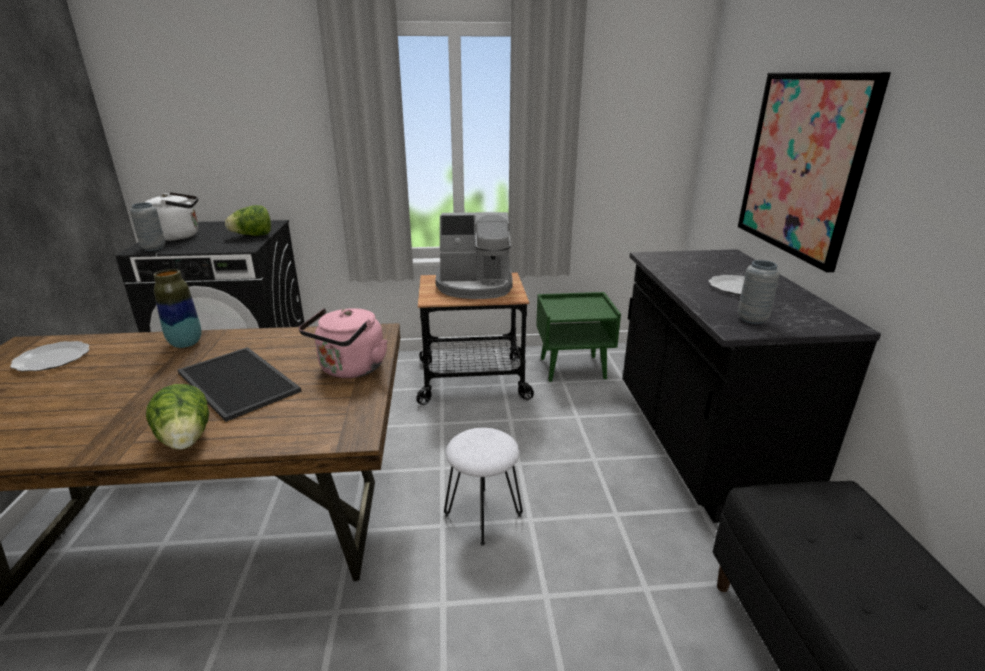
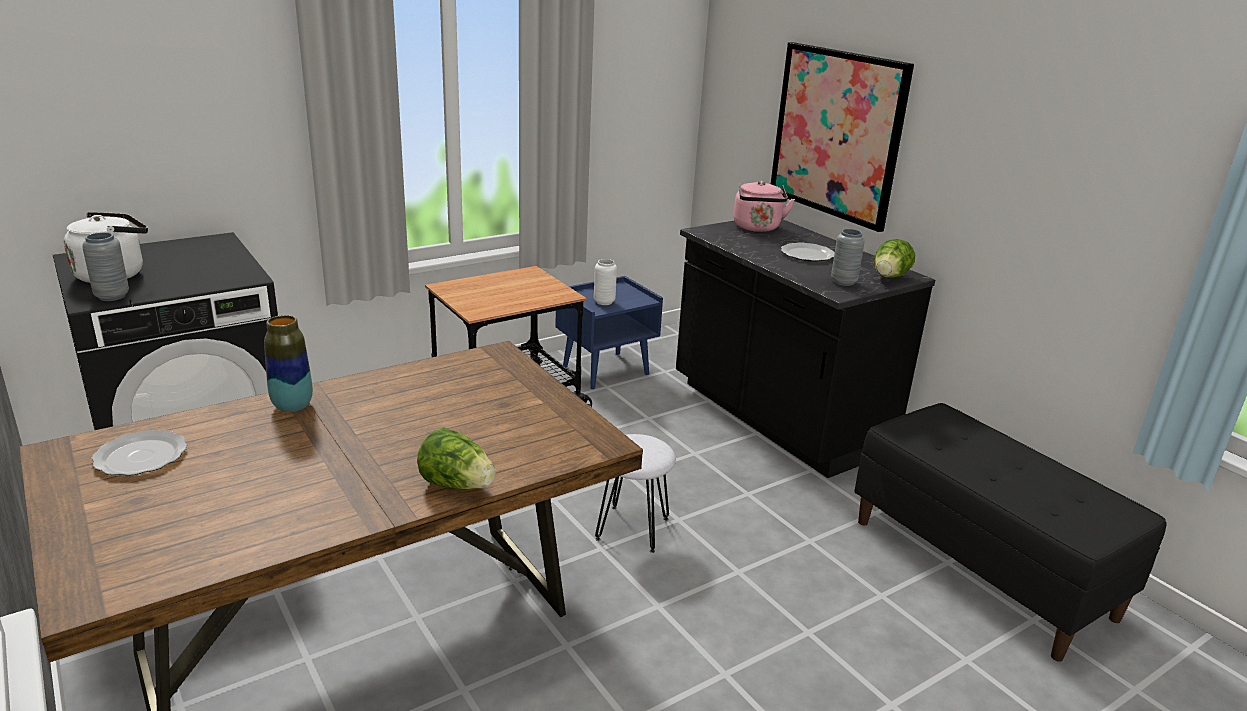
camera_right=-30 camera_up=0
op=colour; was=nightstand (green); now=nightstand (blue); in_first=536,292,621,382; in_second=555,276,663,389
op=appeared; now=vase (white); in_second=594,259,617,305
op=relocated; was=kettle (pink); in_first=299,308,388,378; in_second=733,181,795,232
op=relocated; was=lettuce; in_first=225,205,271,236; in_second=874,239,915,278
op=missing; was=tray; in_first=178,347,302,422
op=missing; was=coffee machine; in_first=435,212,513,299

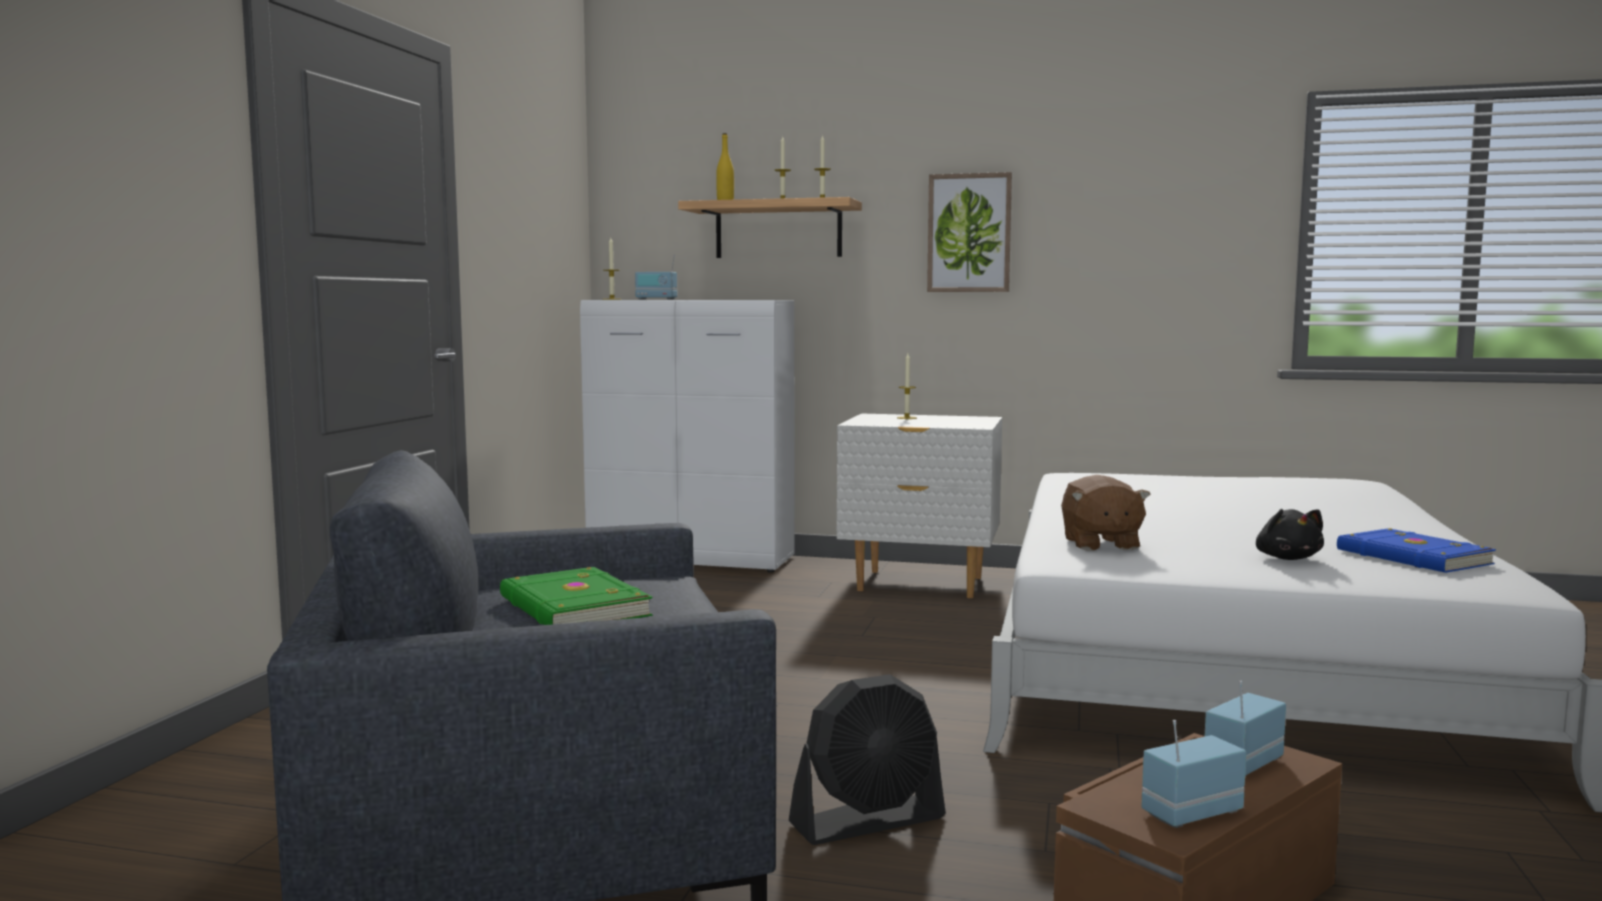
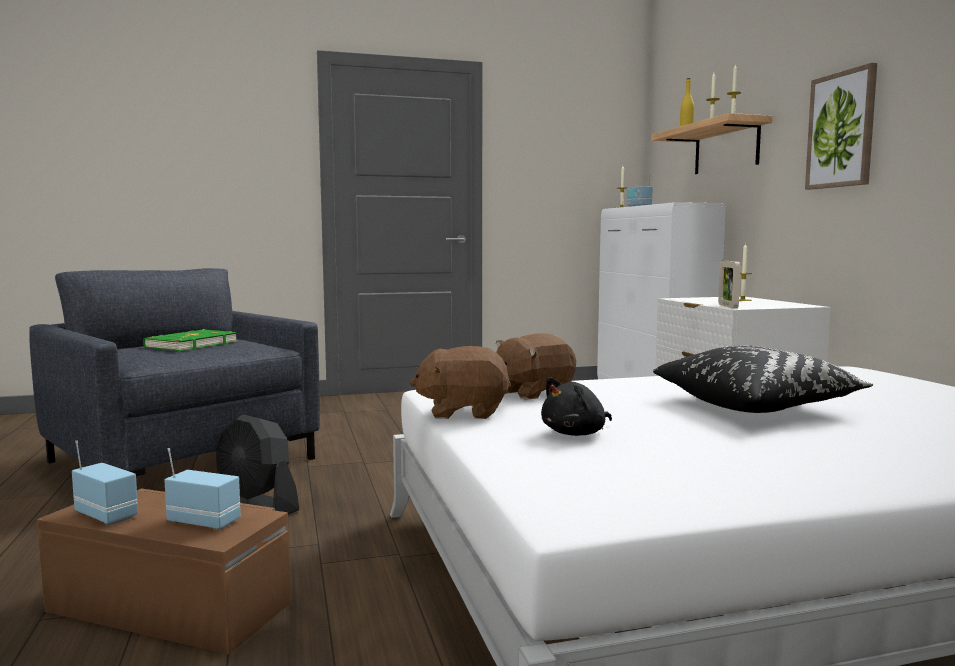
camera_right=60 camera_up=0
op=appeared; now=plush toy (brown); in_second=410,346,511,419
op=appeared; now=pillow (black); in_second=653,346,873,413
op=appeared; now=picture frame; in_second=718,261,741,308
op=missing; was=book (blue); in_first=1337,528,1496,573

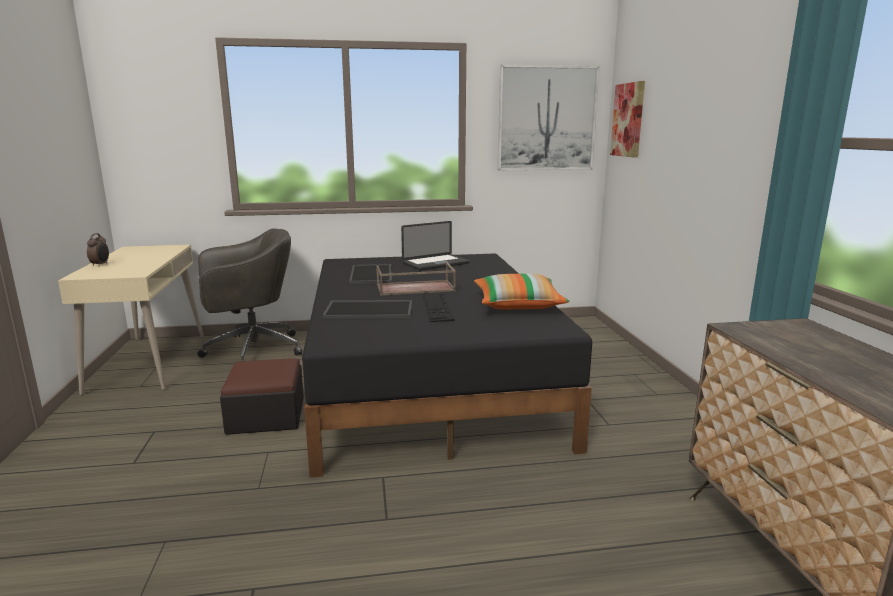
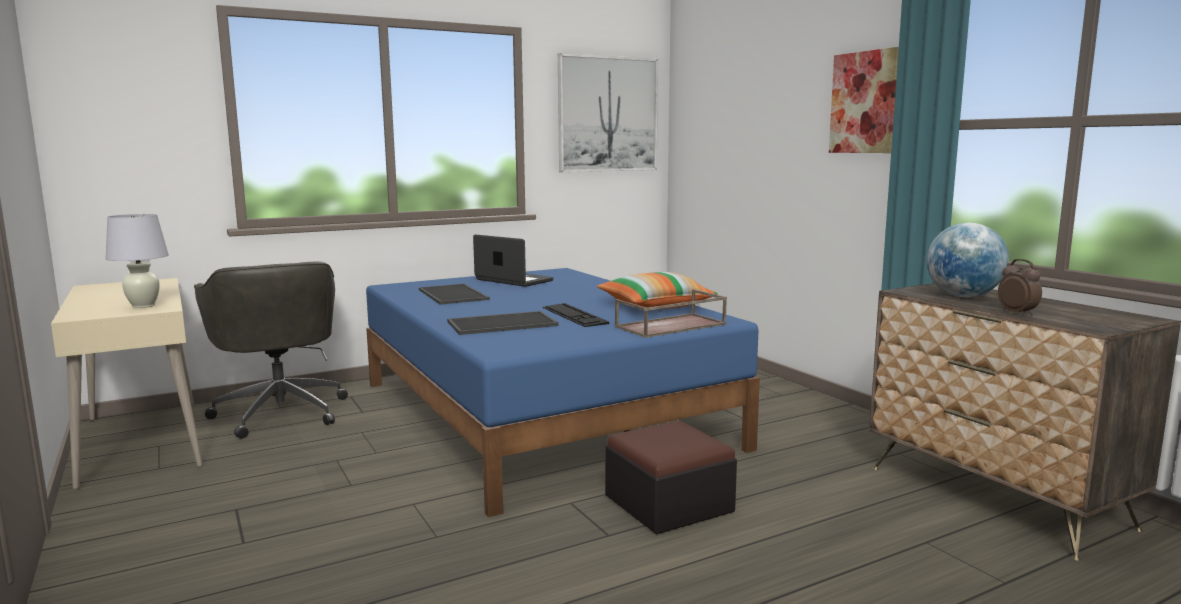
camera_right=-20 camera_up=-5
op=appeared; now=table lamp (white); in_second=105,214,169,308
op=spun; was=office chair (grey); in_first=197,229,302,361; in_second=194,261,348,439; clockwise=105
op=colour; was=bed (black); now=bed (blue); in_first=302,254,592,478; in_second=366,268,760,517
op=spun; was=laptop; in_first=401,221,470,271; in_second=473,234,553,287; clockwise=-90
op=relocated; was=ottoman; in_first=220,358,304,435; in_second=605,421,737,534
op=relocated; was=tray (brown); in_first=376,262,456,296; in_second=615,289,727,338
op=relocated; was=picture; in_first=610,81,645,158; in_second=829,47,899,153
op=appeared; now=globe; in_second=927,223,1009,297
op=relocated; was=alarm clock; in_first=87,233,109,266; in_second=998,259,1042,315

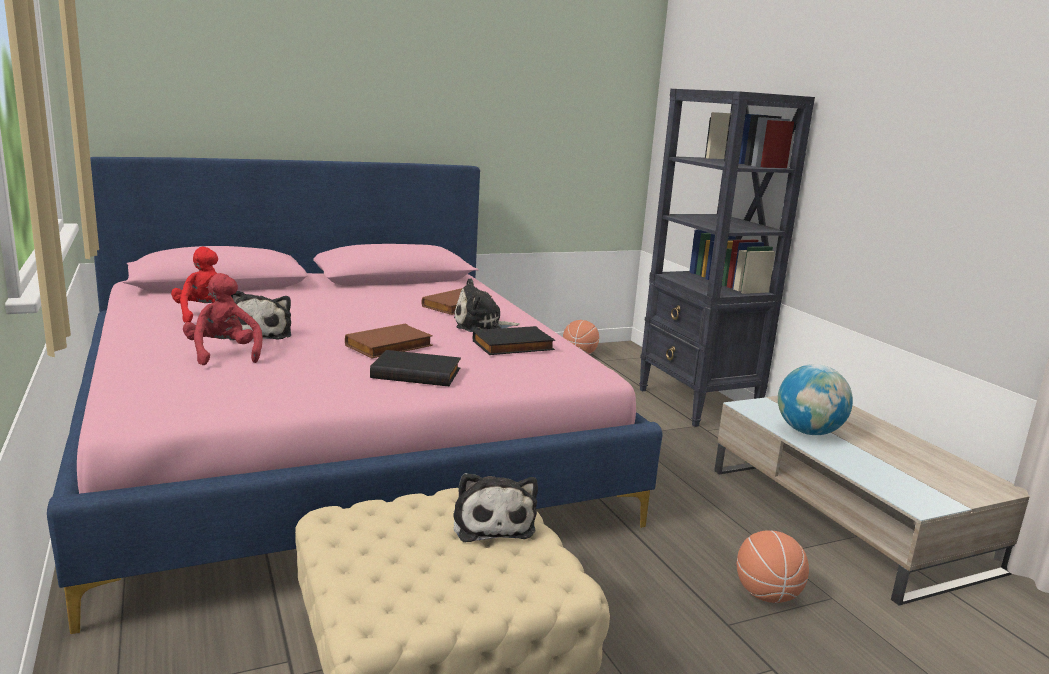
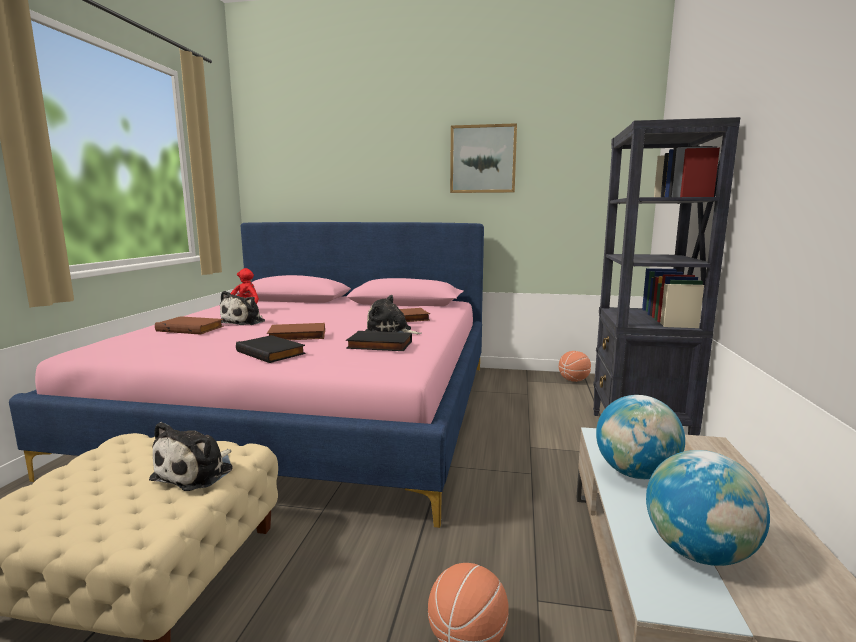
camera_right=35 camera_up=-5
op=exchanged; was=plush toy (red); now=book (brown); in_first=183,273,263,365; in_second=155,316,224,335
op=appeared; now=picture; in_second=450,123,517,193
op=appeared; now=globe; in_second=646,450,770,566

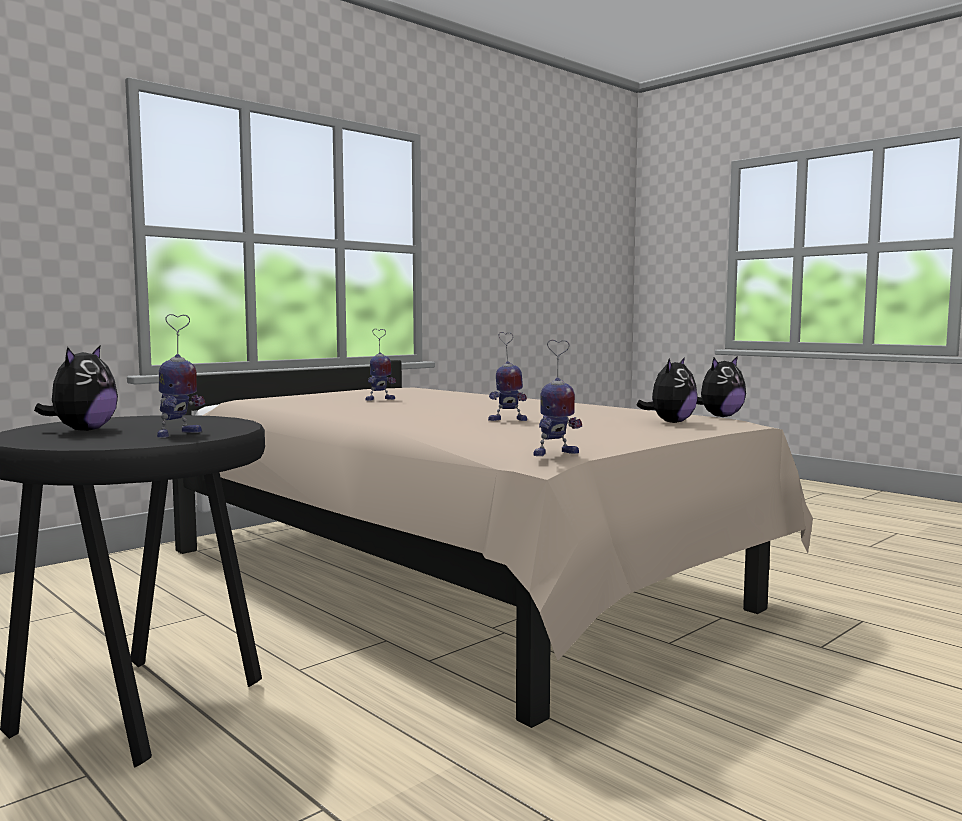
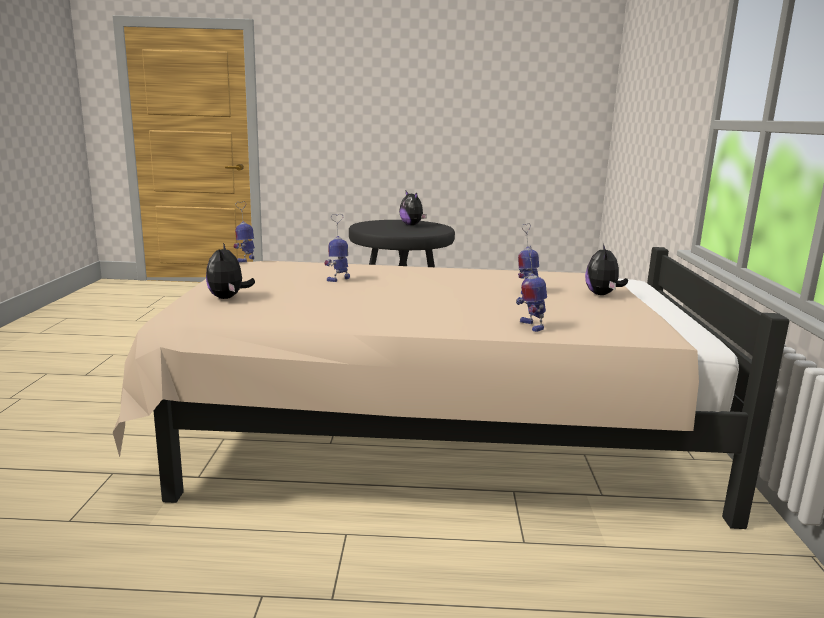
camera_right=135 camera_up=10
op=relocated; was=toy robot; in_first=157,314,205,438; in_second=516,246,547,332
op=relocated; was=plush toy; in_first=696,356,746,417; in_second=585,244,628,295

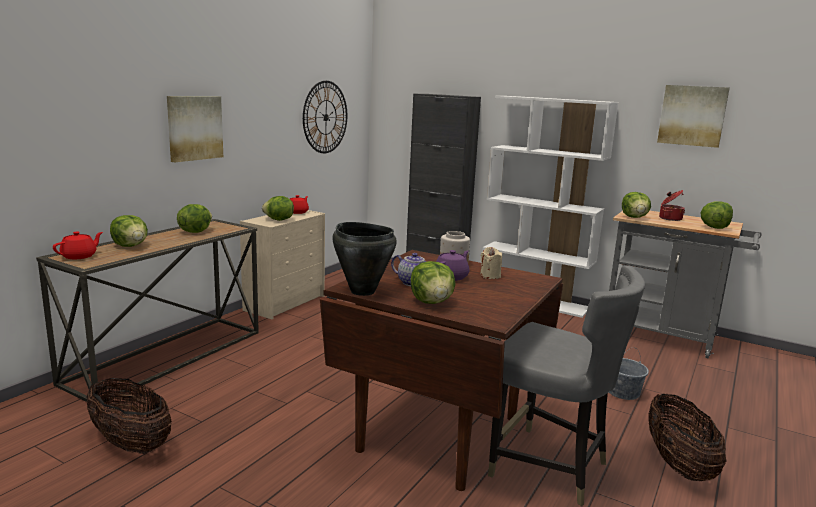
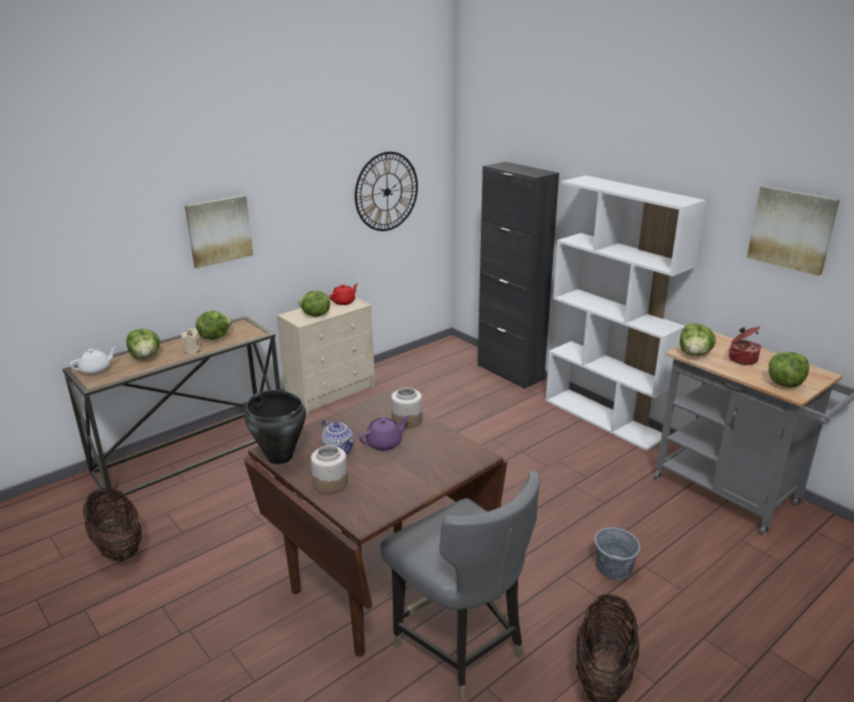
camera_right=20 camera_up=10
op=colour; was=teapot (red); now=teapot (white); in_first=53,232,103,259; in_second=69,347,117,375
op=relocated; was=candle (beige); in_first=480,247,502,279; in_second=181,328,201,354
op=exchanged; was=lettuce; now=jar; in_first=411,261,456,304; in_second=311,445,348,493

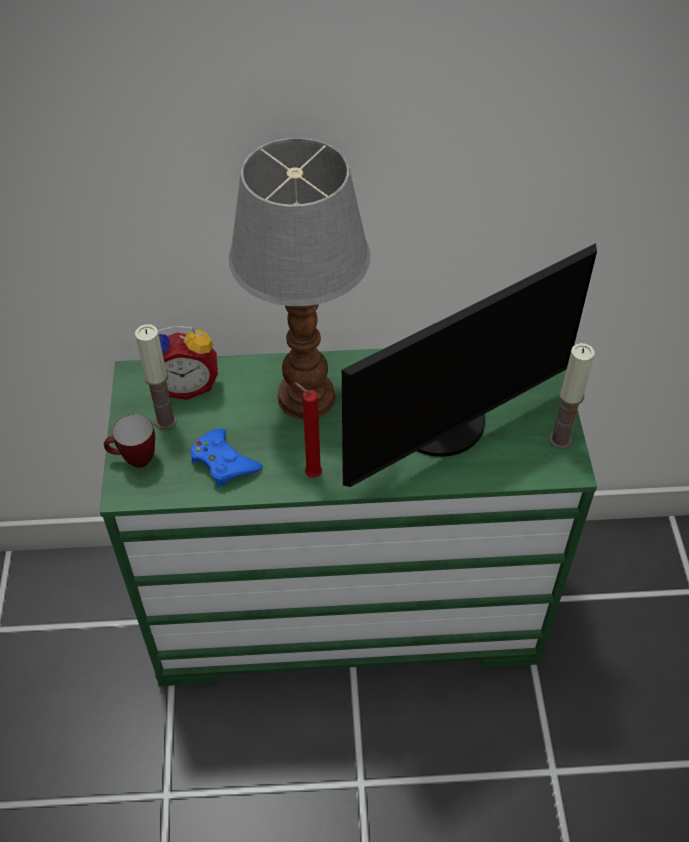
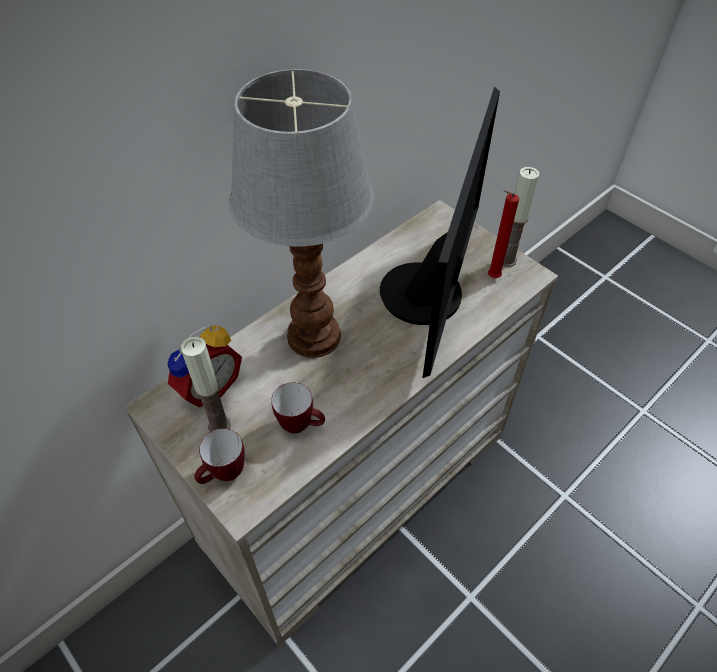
camera_right=-40 camera_up=0
op=colour; was=dresser (green); now=dresser (beige); in_first=100,349,597,686; in_second=124,200,558,647
op=exchanged; was=game controller (blue); now=mug; in_first=190,428,263,488; in_second=271,382,325,434
op=relocated; was=candle (red); in_first=294,382,322,478; in_second=488,190,519,278

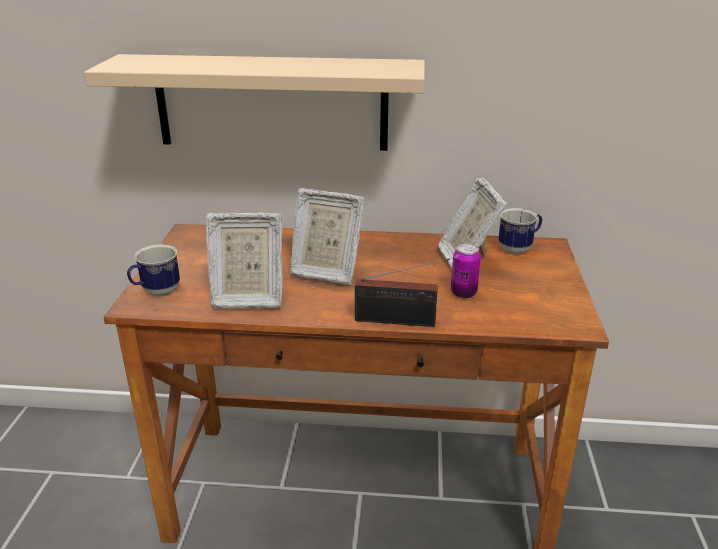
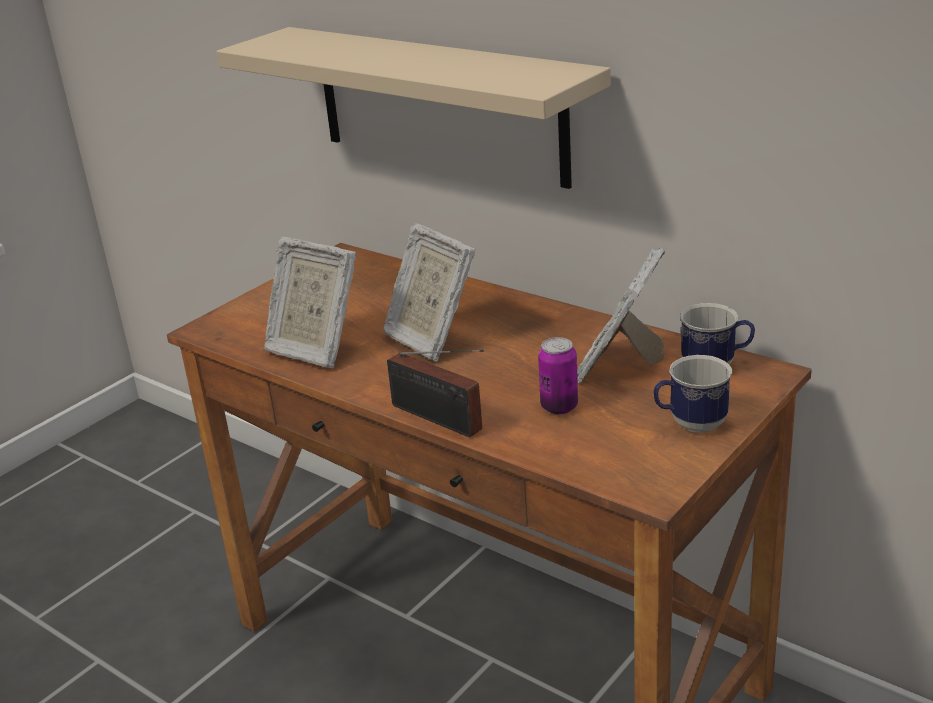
camera_right=35 camera_up=0
op=relocated; was=mug; in_first=127,244,180,296; in_second=654,355,732,433

